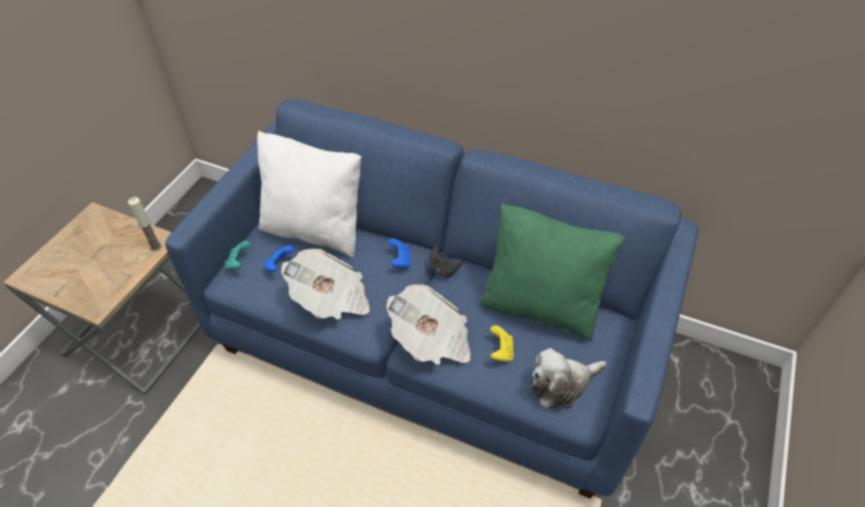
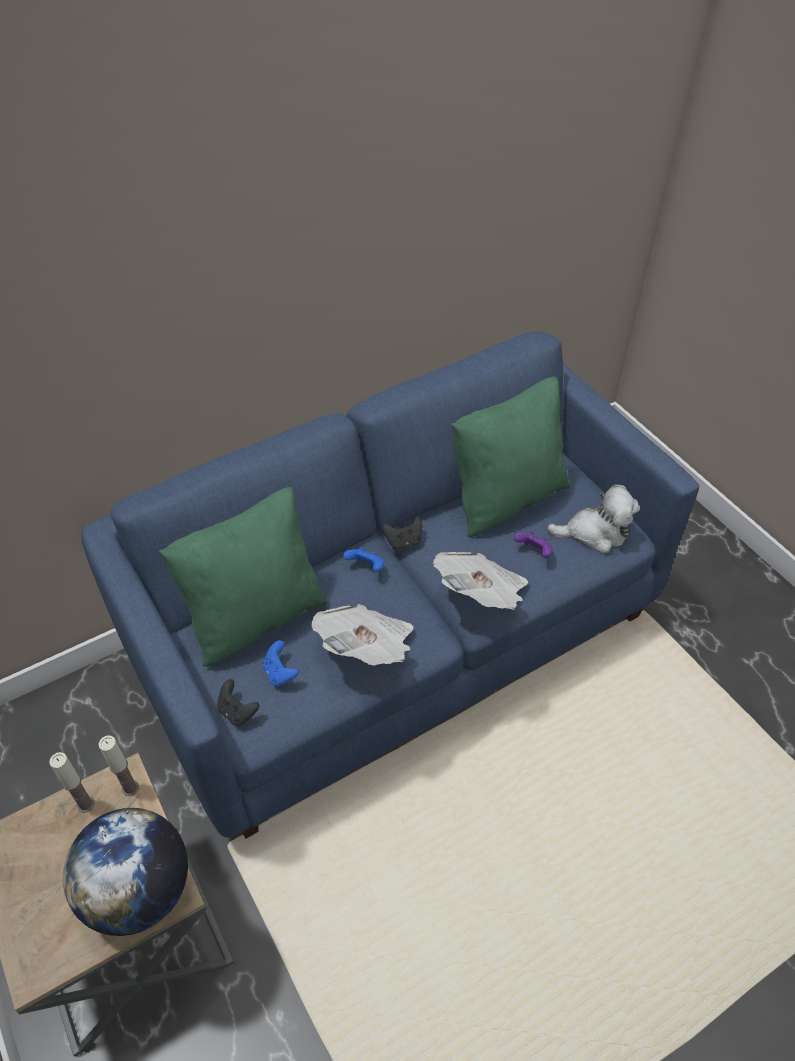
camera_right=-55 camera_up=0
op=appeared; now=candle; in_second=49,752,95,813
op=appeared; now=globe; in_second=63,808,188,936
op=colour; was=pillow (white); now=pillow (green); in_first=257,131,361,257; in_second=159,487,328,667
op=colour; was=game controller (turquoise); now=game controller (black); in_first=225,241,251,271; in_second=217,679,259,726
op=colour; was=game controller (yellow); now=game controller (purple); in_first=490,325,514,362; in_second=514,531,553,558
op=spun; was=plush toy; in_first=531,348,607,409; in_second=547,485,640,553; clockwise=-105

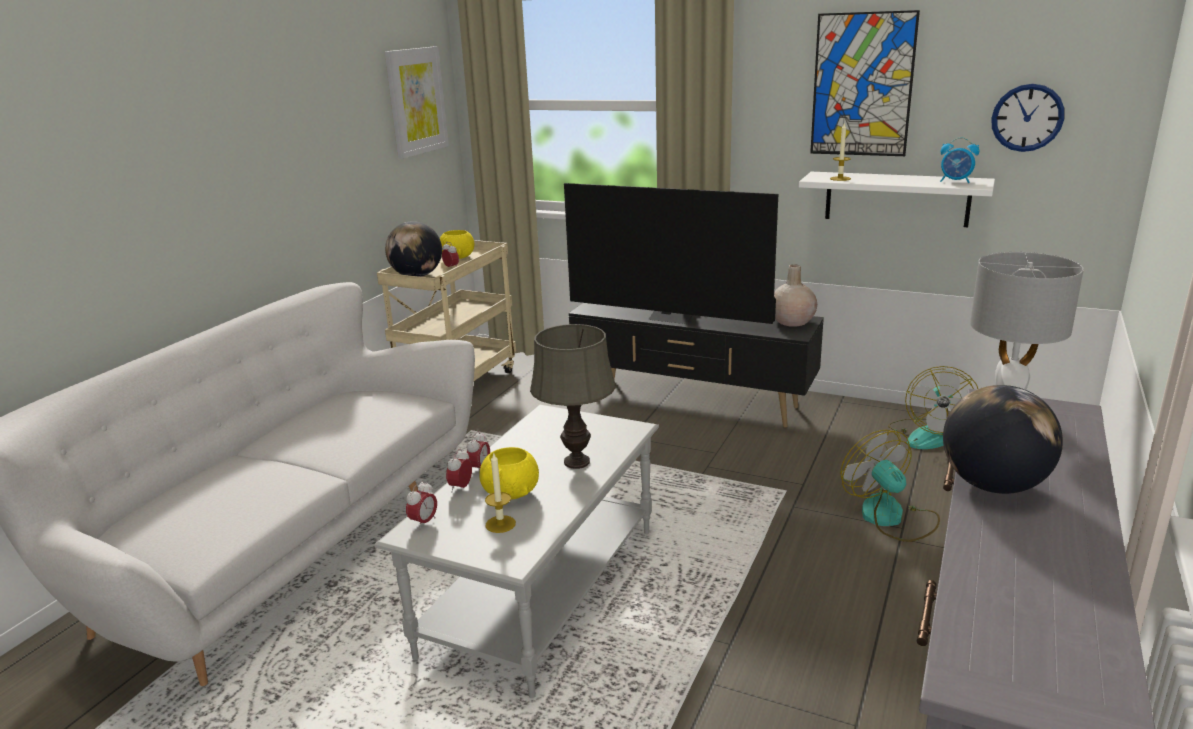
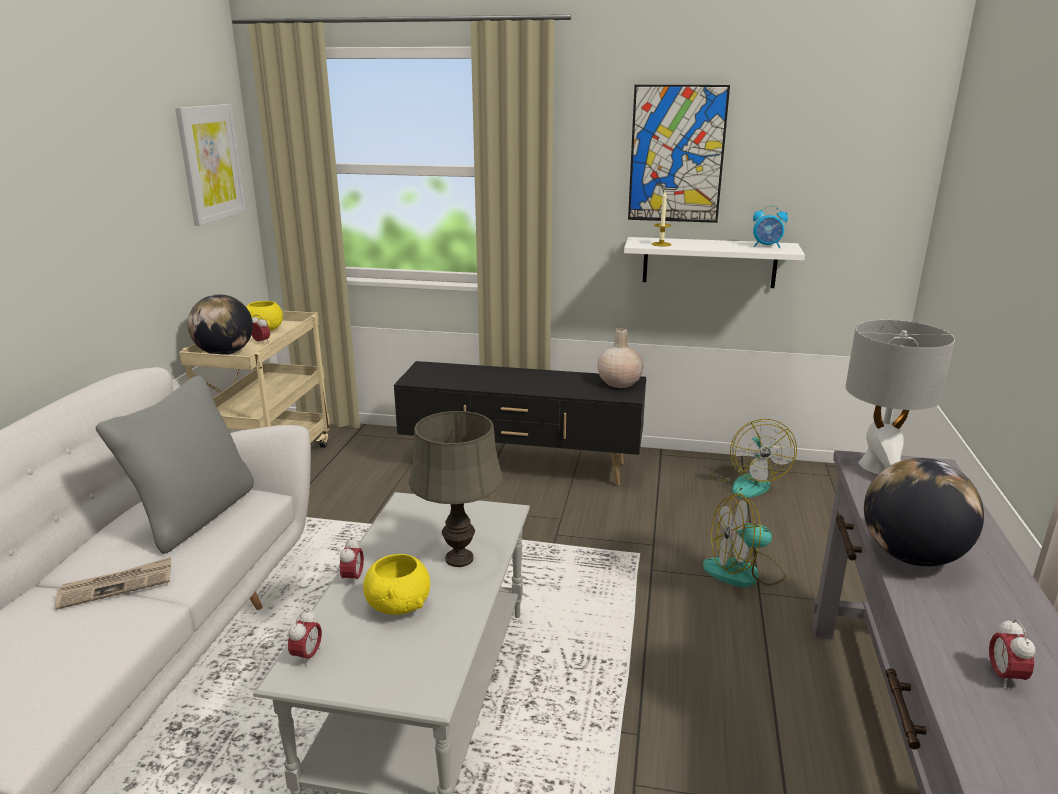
camera_right=-15 camera_up=0
op=appeared; now=newspaper; in_second=55,557,171,610
op=appeared; now=pillow (grey); in_second=96,376,254,554
op=spun; was=fan; in_first=840,430,940,542; in_second=703,493,786,588; clockwise=-60
op=relocated; was=alarm clock; in_first=446,448,472,493; in_second=989,618,1036,689
op=missing; was=candle; in_first=485,452,516,533
op=missing; was=television; in_first=564,183,778,324
op=missing; was=wall clock; in_first=991,84,1064,152

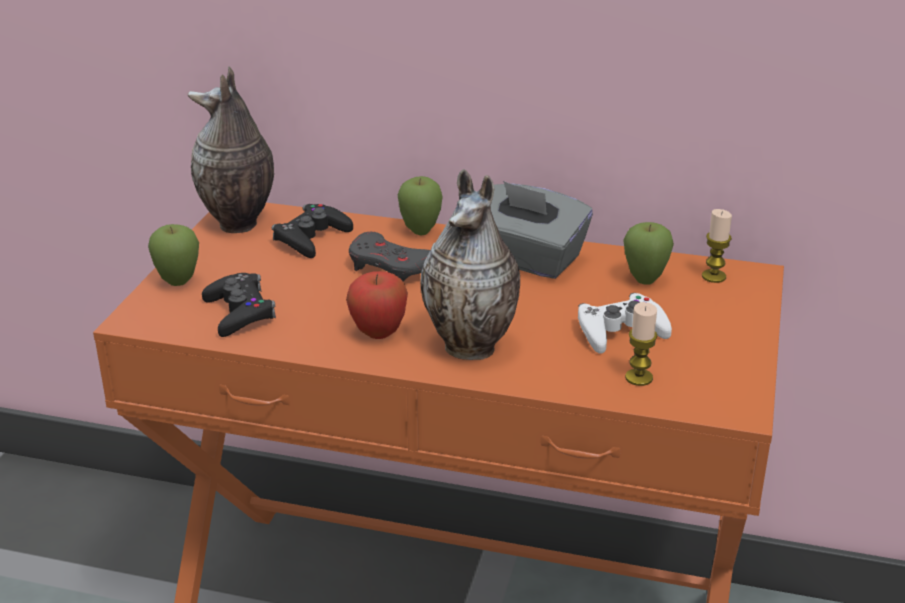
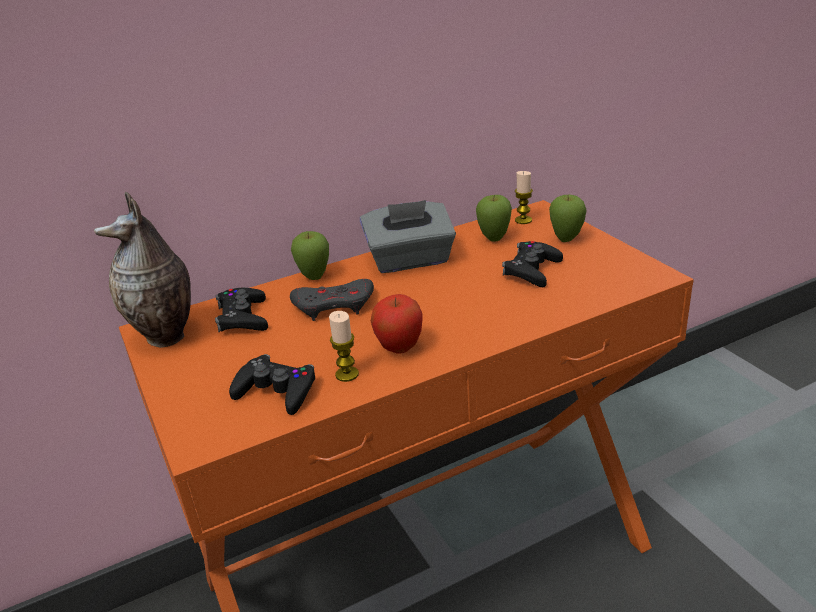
camera_right=-40 camera_up=0
op=relocated; was=candle; in_first=625,302,658,386; in_second=329,311,359,382
op=colour; was=game controller (white); now=game controller (black); in_first=578,293,672,354; in_second=502,241,563,287
op=relocated; was=apple; in_first=148,224,199,286; in_second=549,195,587,242
op=missing; was=vase; in_first=420,169,520,360

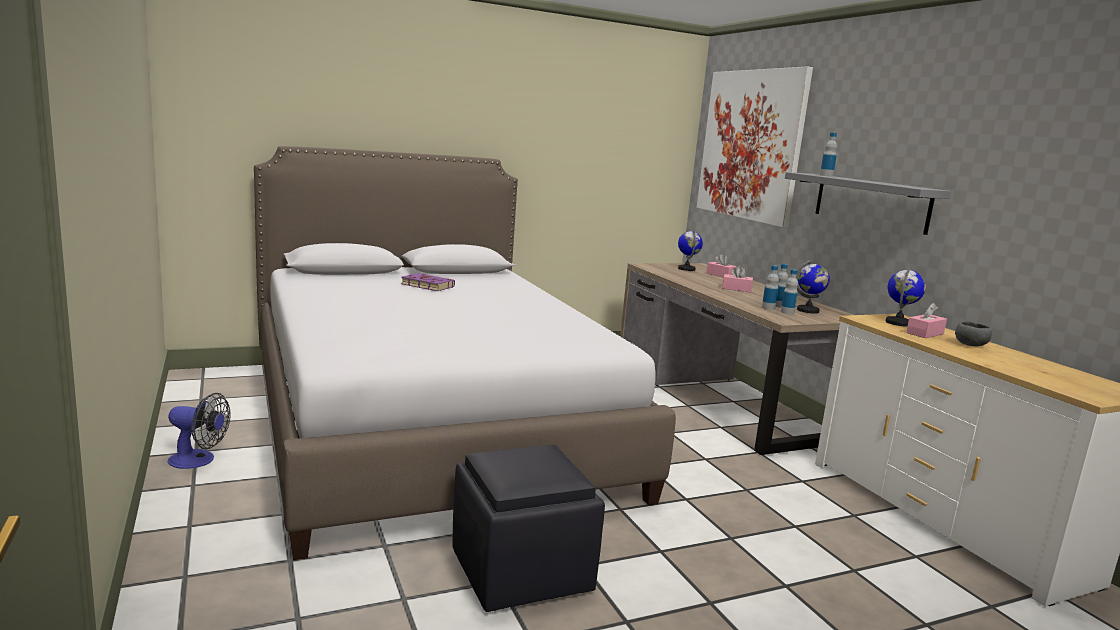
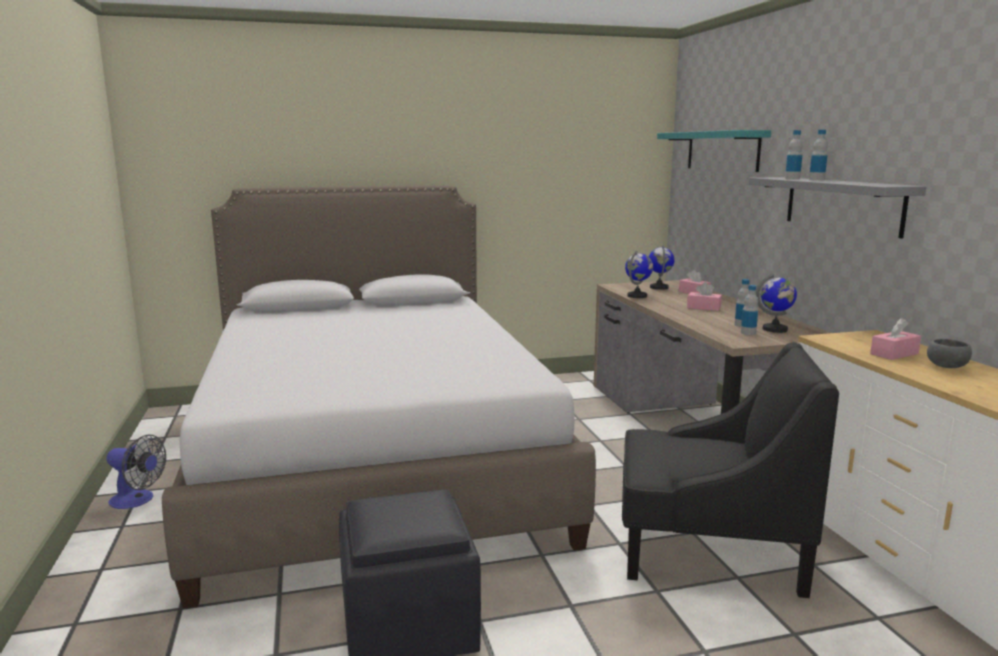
camera_right=10 camera_up=0
op=appeared; now=armchair (black); in_second=622,342,839,598
op=relocated; was=globe; in_first=886,266,926,327; in_second=625,251,653,298
op=exchanged; was=picture; now=shelf (turquoise); in_first=697,66,813,227; in_second=657,130,771,172
op=relocated; was=bottle; in_first=762,265,779,310; in_second=809,130,828,180
op=missing; was=book (purple); in_first=401,273,455,291

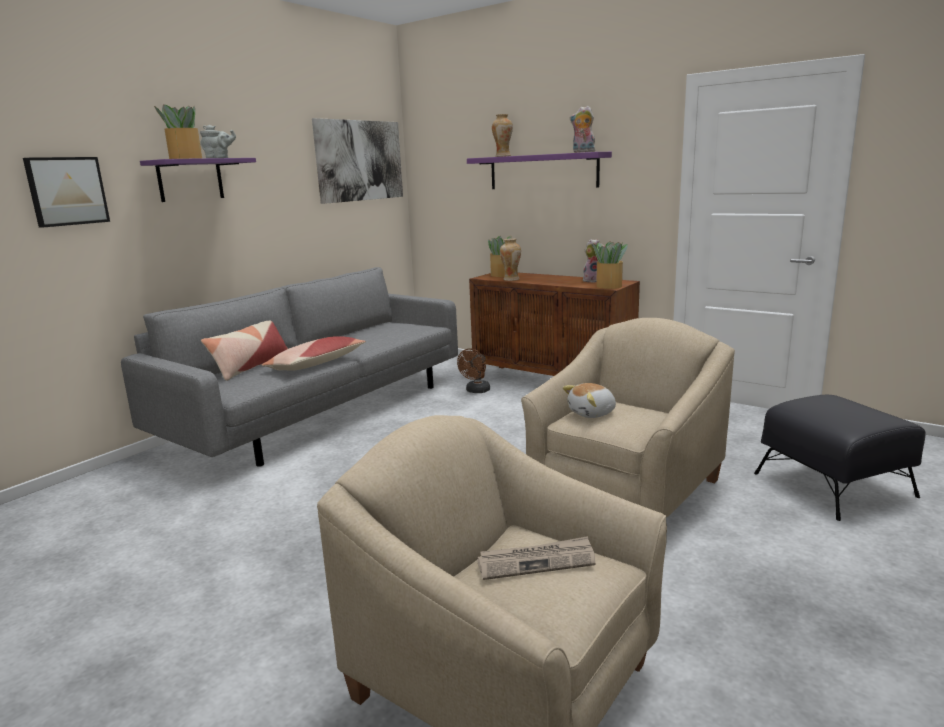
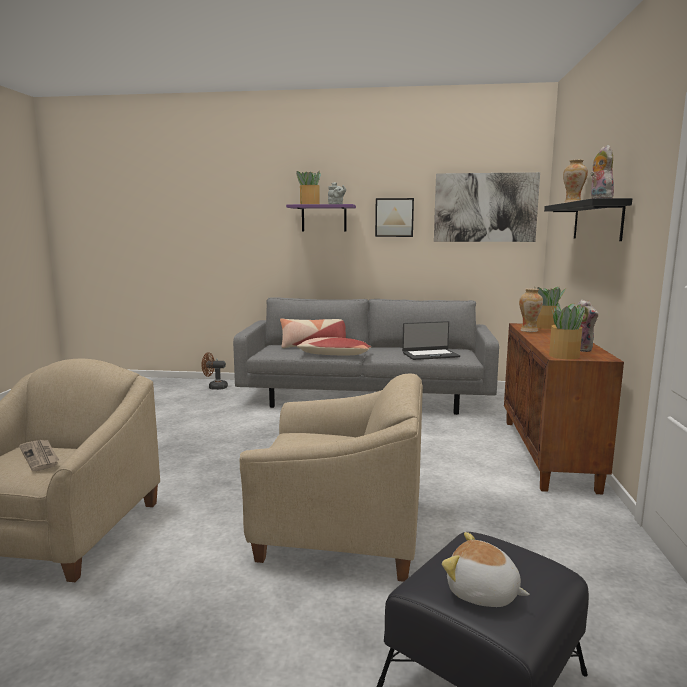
camera_right=60 camera_up=-5
op=relocated; was=fan (brown); in_first=457,349,490,393; in_second=202,352,228,390
op=relocated; was=picture; in_first=23,157,110,228; in_second=375,198,414,237
op=appeared; now=laptop; in_second=402,321,460,360
op=relocated; was=plush toy; in_first=563,383,616,418; in_second=442,532,530,607
op=colour; was=shelf (purple); now=shelf (black); in_first=467,152,612,189; in_second=544,198,632,241

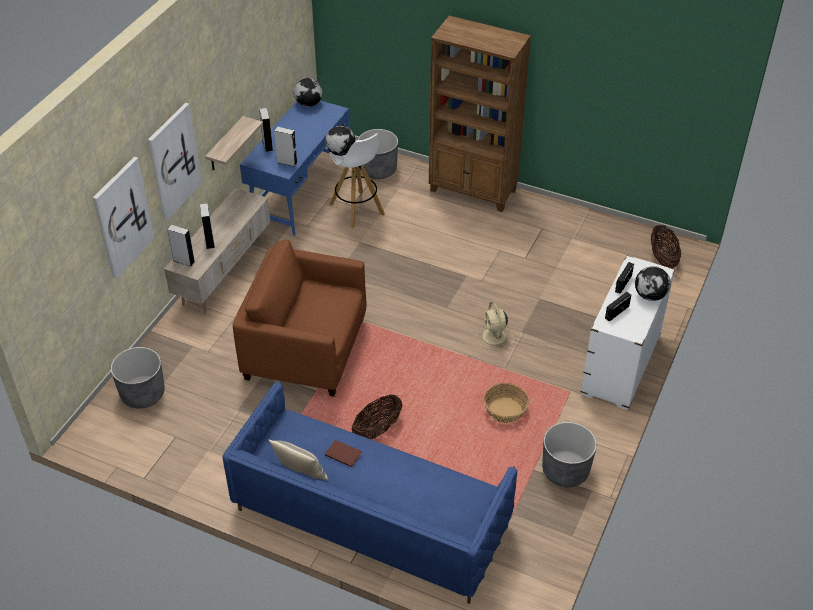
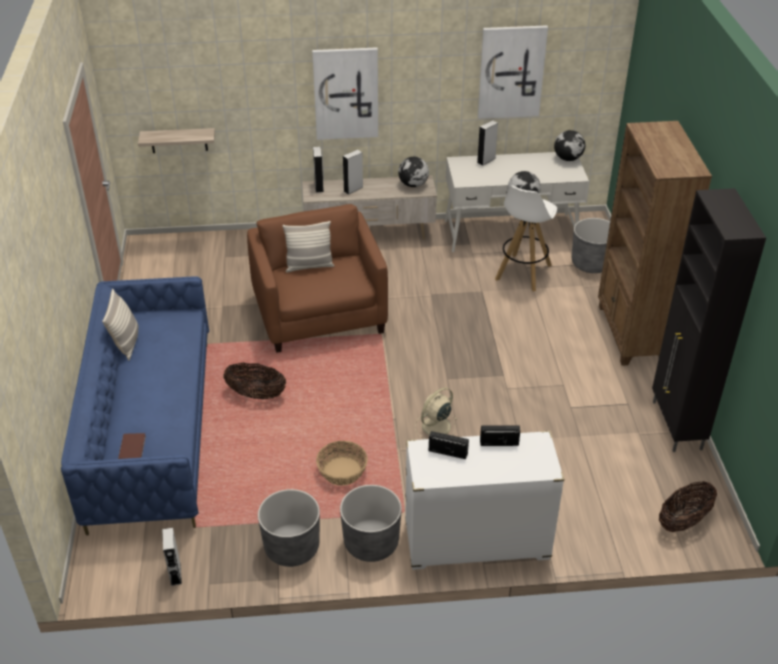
camera_right=60 camera_up=-5
op=relocated; was=book (brown); in_first=325,440,362,467; in_second=118,433,146,459
op=relocated; was=shelf; in_first=205,116,263,171; in_second=138,128,215,153
op=relocated; was=speaker (grey); in_first=274,127,298,167; in_second=162,528,182,586
op=appeared; now=pillow; in_second=282,221,334,273
op=relocated; was=planter (grey); in_first=111,347,165,408; in_second=340,485,402,562
op=relocated; was=globe; in_first=635,266,671,301; in_second=398,157,429,187
op=colour; was=desk (blue); now=desk (white); in_first=240,101,350,236; in_second=445,152,589,252
op=relocated; was=picture; in_first=93,157,155,279; in_second=478,25,548,119
op=appeared; now=cabinet (black); in_second=652,188,766,452

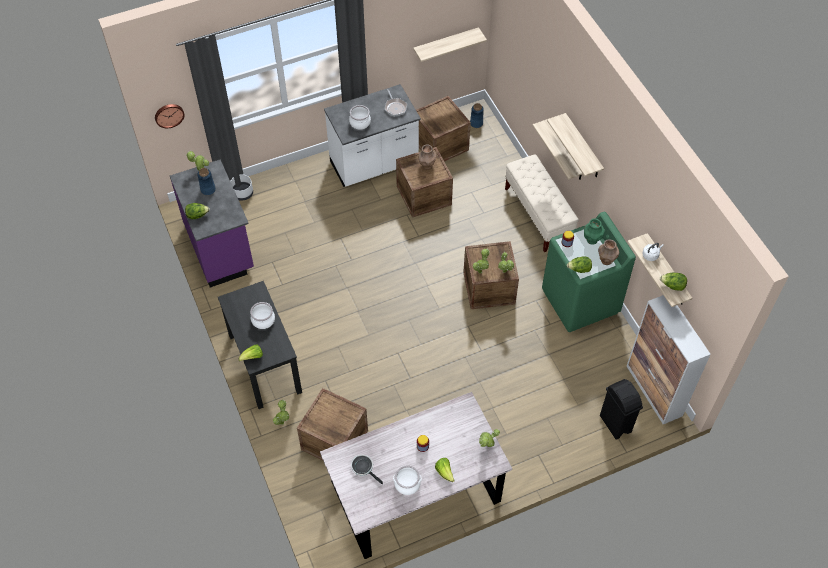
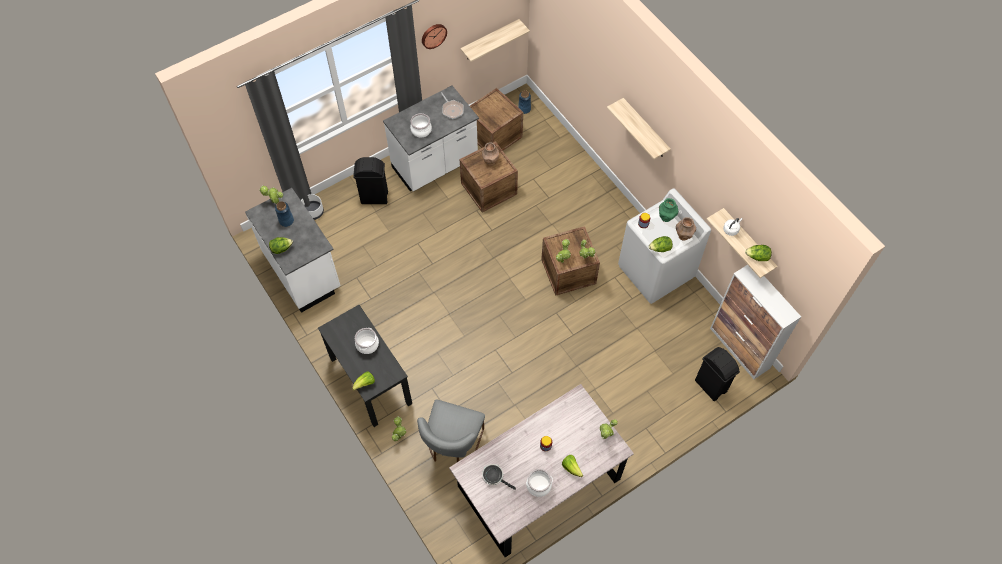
camera_right=-10 camera_up=5
op=colour; was=counter (purple); now=counter (white); in_first=170,160,254,287; in_second=245,188,341,313
op=appeared; now=trash can (black); in_second=353,157,388,204
op=exchanged; was=crate; now=chair (grey); in_first=297,388,368,460; in_second=417,399,485,462
op=relocated; was=wall clock; in_first=155,104,185,128; in_second=422,24,447,49
op=colour; was=washing machine (green); now=washing machine (white); in_first=542,212,636,332; in_second=618,188,711,304
op=missing; was=bench (beige); in_first=505,154,579,252
op=missing; was=shelf; in_first=533,119,583,180

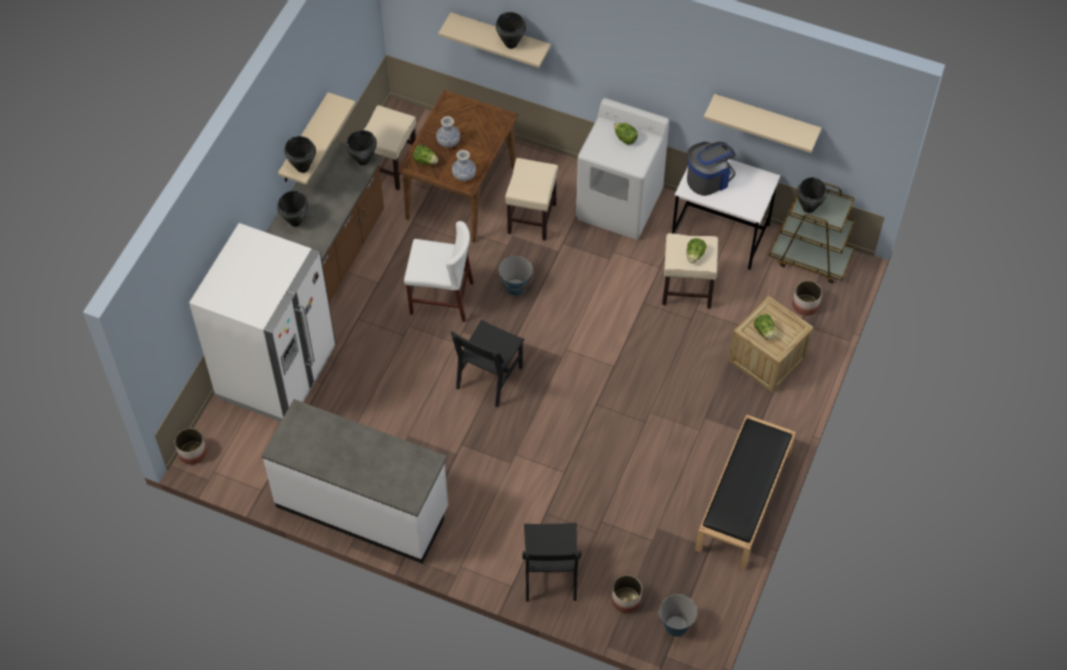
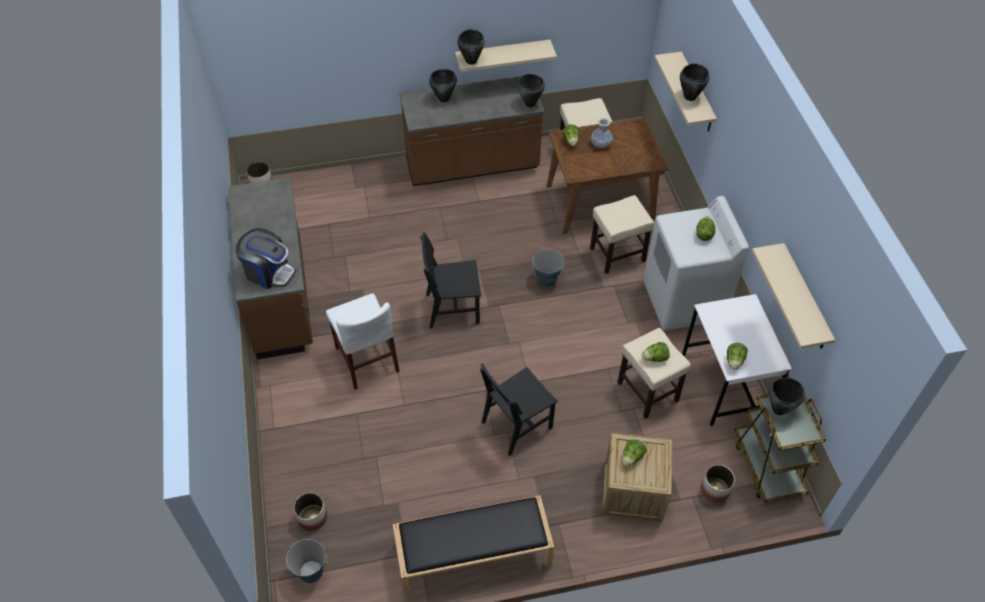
camera_right=55 camera_up=-5
op=colour; was=counter (white); now=counter (brown); in_first=262,399,448,563; in_second=229,177,313,360
op=relocated; was=coffee machine; in_first=687,142,735,196; in_second=236,228,296,289
op=relocated; was=chair (white); in_first=404,221,474,322; in_second=326,293,400,389
op=relocated; was=chair (black); in_first=523,523,581,602; in_second=480,363,558,456
op=appeared; now=lettuce; in_second=727,343,748,370
op=missing; was=fridge (white); in_first=189,223,336,422
op=missing; was=vase; in_first=452,150,476,181

